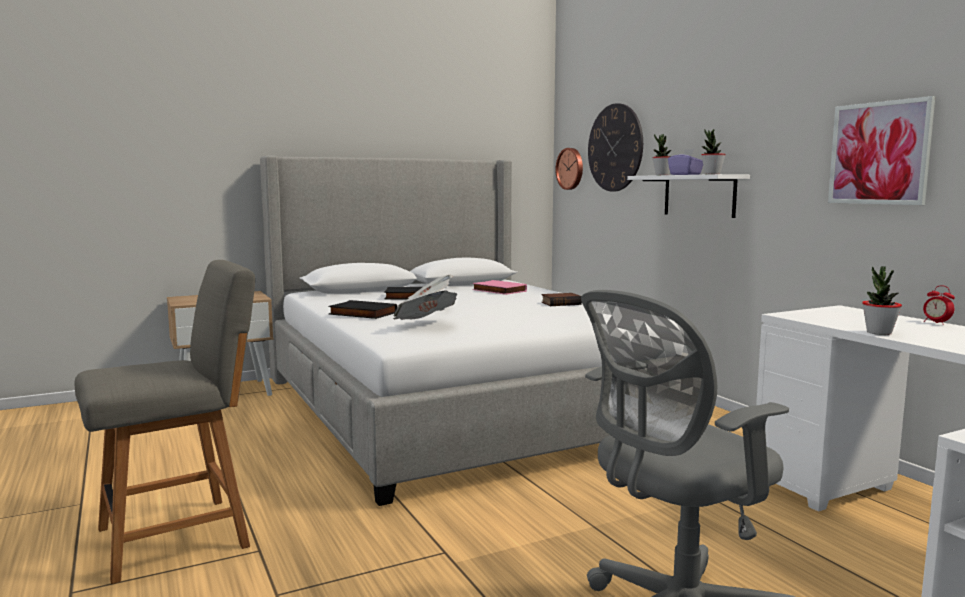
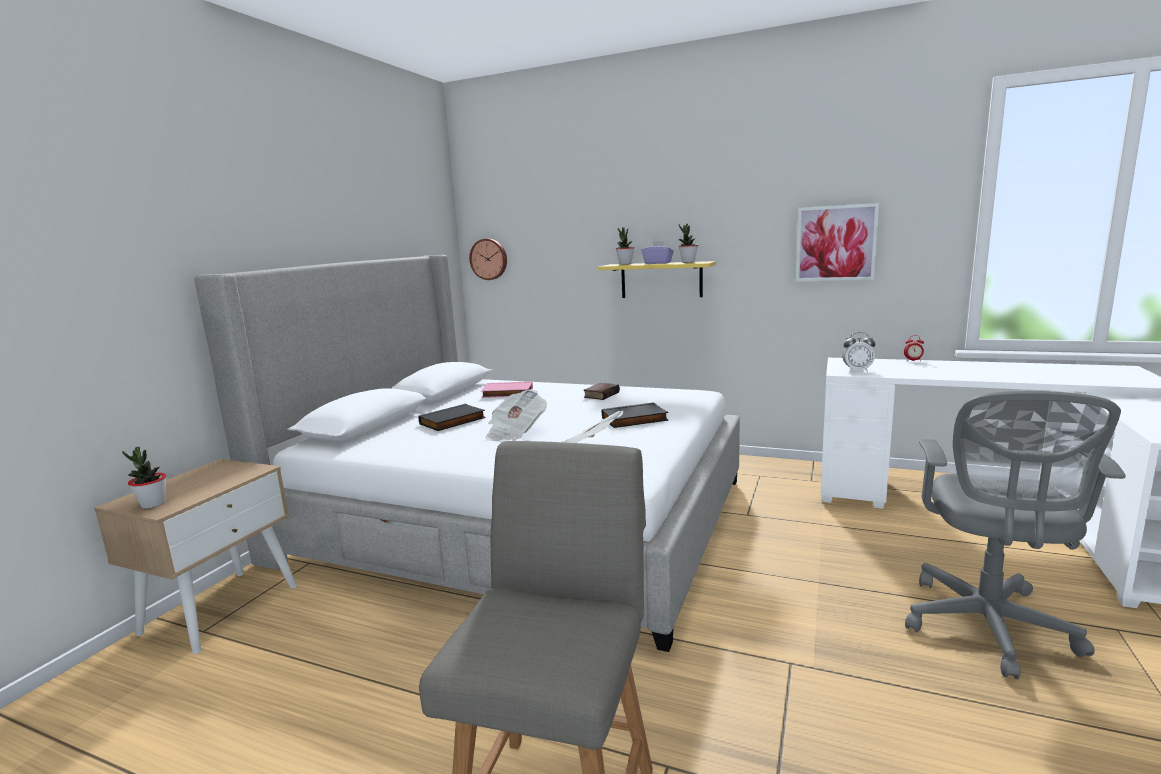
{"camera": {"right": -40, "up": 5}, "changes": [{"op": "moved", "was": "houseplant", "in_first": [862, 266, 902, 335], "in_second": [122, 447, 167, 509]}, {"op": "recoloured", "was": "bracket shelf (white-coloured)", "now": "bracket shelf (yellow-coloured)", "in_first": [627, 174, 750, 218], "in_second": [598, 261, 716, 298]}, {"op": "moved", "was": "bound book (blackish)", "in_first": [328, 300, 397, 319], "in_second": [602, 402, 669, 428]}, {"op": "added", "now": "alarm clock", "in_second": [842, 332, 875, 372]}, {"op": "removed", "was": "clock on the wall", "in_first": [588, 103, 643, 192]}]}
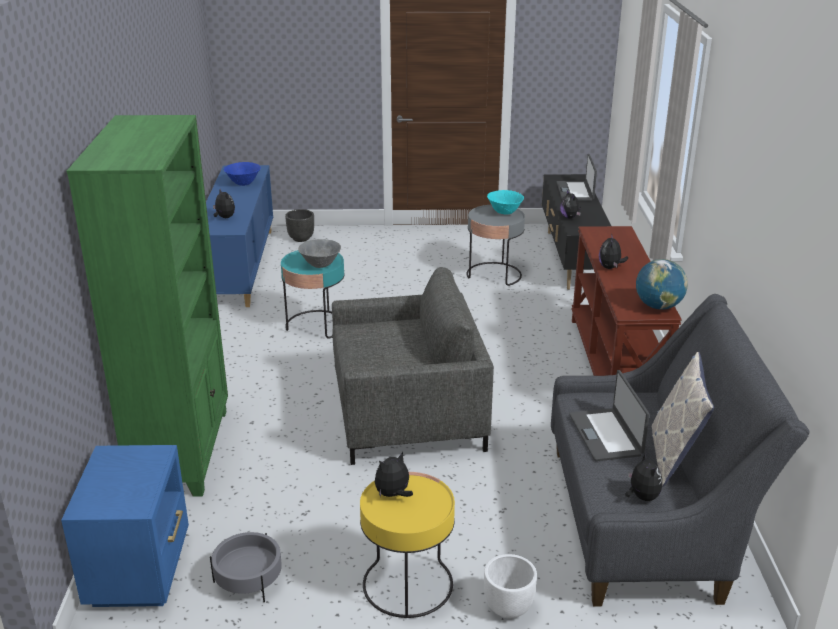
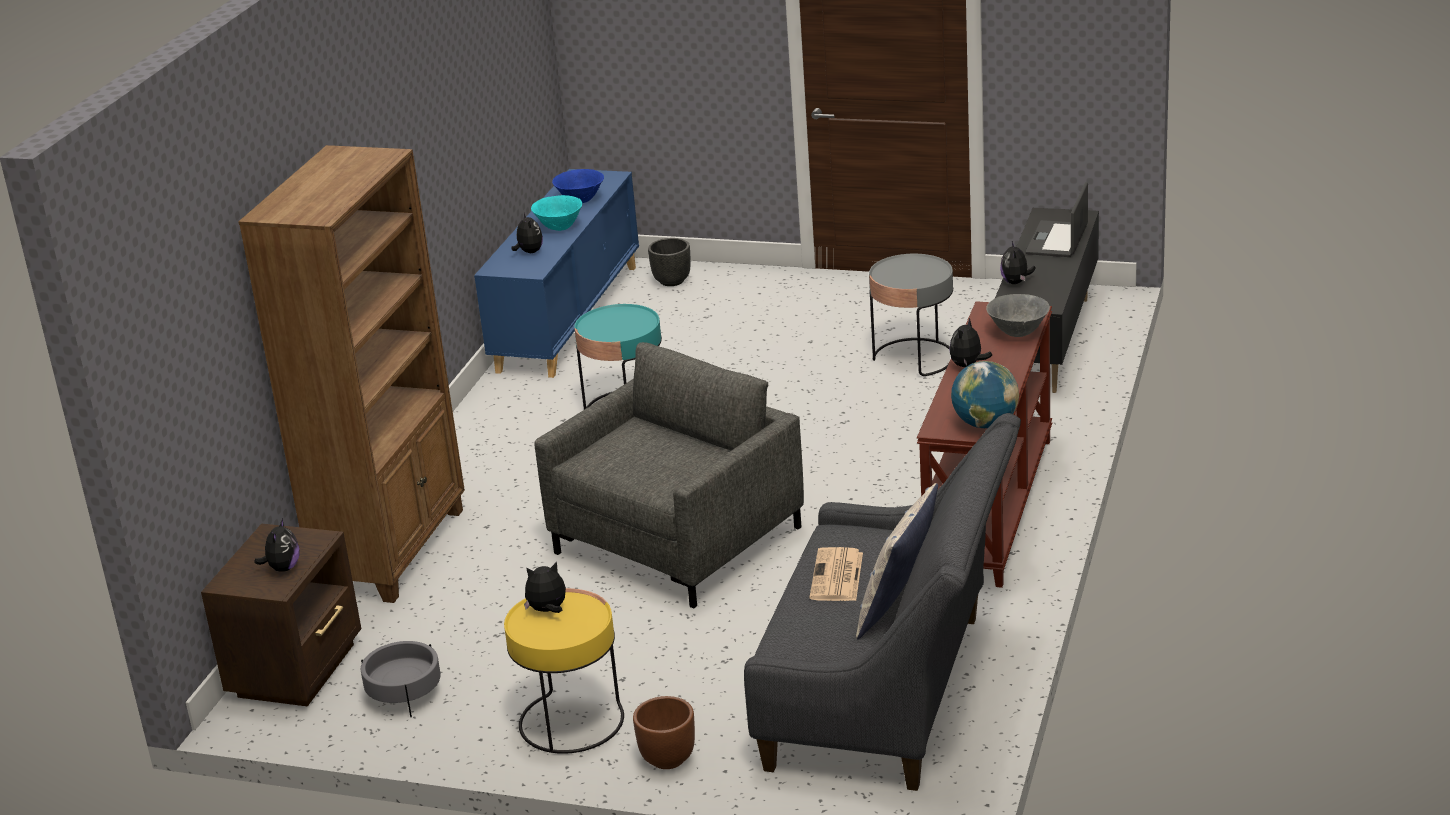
{"camera": {"right": 20, "up": 0}, "changes": [{"op": "recoloured", "was": "night table (bluish)", "now": "night table (brown-coloured)", "in_first": [61, 445, 189, 607], "in_second": [201, 524, 361, 706]}, {"op": "recoloured", "was": "bookshelf (green-coloured)", "now": "bookshelf (brown-coloured)", "in_first": [67, 115, 228, 497], "in_second": [238, 145, 465, 603]}, {"op": "moved", "was": "plush toy", "in_first": [625, 452, 662, 501], "in_second": [254, 518, 300, 572]}, {"op": "moved", "was": "serving bowl (blue-green)", "in_first": [487, 190, 524, 215], "in_second": [531, 195, 582, 231]}, {"op": "turned", "was": "lounge chair (greyish)", "in_first": [332, 267, 494, 465], "in_second": [534, 342, 804, 608], "clockwise": -60}, {"op": "recoloured", "was": "flower pot (white-coloured)", "now": "flower pot (brown-coloured)", "in_first": [484, 554, 537, 618], "in_second": [633, 696, 695, 769]}, {"op": "replaced", "was": "laptop", "now": "newspaper", "in_first": [569, 370, 650, 461], "in_second": [810, 547, 863, 601]}, {"op": "moved", "was": "serving bowl (greyish)", "in_first": [298, 239, 341, 268], "in_second": [986, 294, 1050, 337]}]}
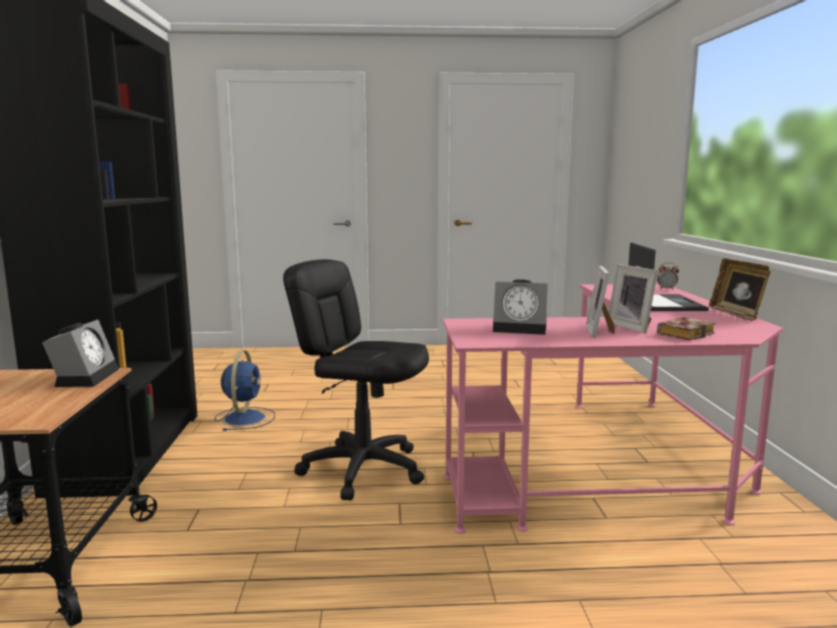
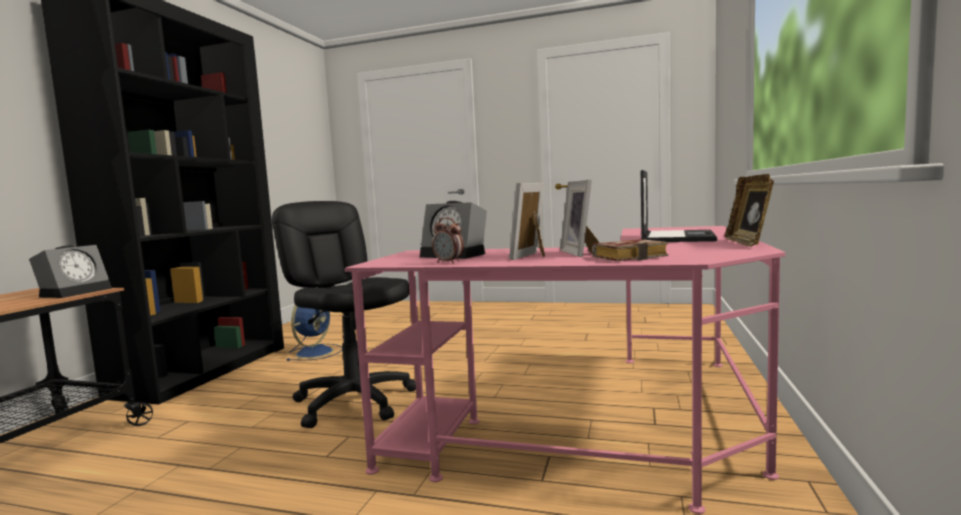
{"camera": {"right": 20, "up": -5}, "changes": [{"op": "moved", "was": "alarm clock", "in_first": [657, 262, 679, 290], "in_second": [432, 218, 464, 264]}]}
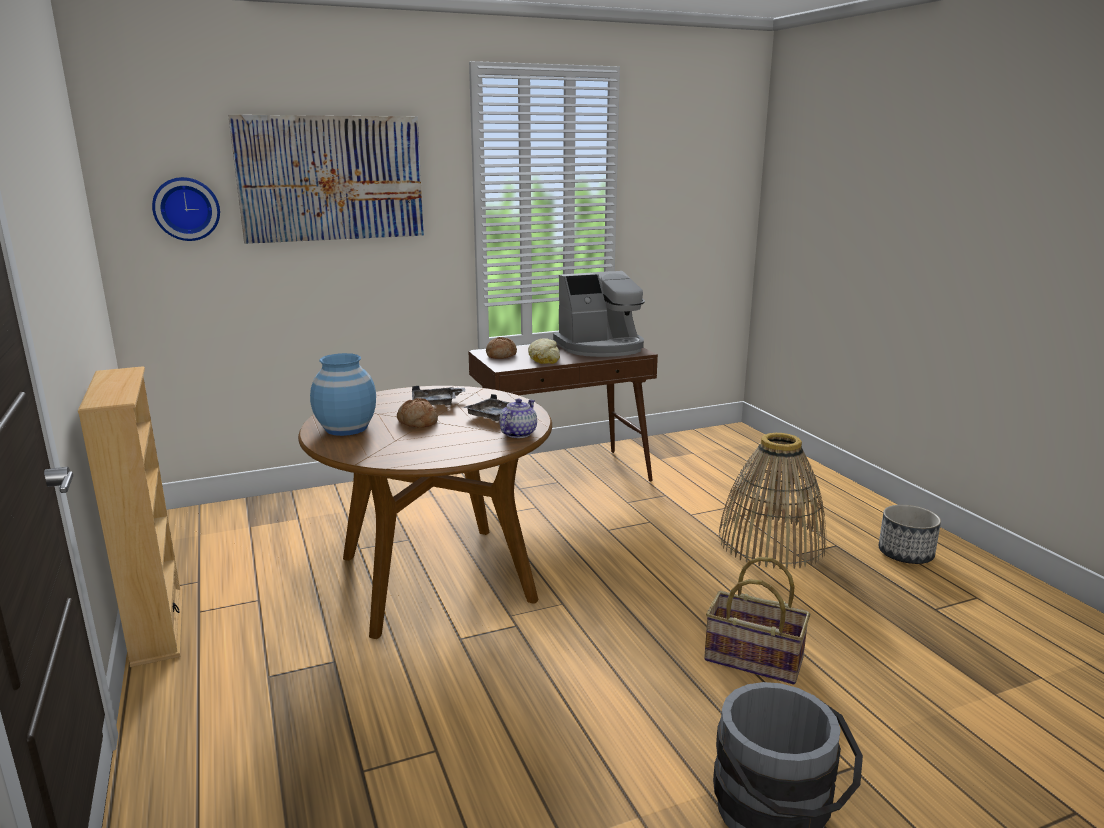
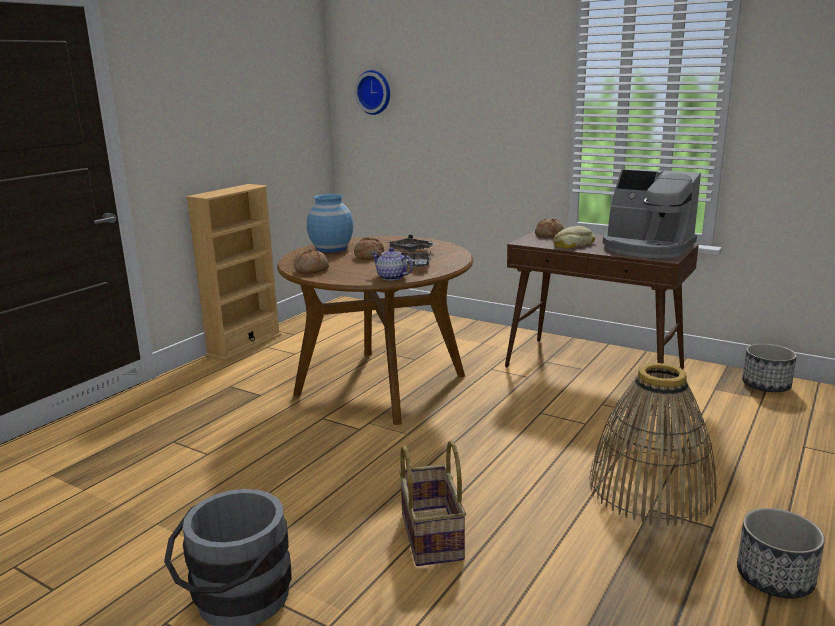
{"camera": {"right": 55, "up": 0}, "changes": [{"op": "added", "now": "bakery bread", "in_second": [294, 251, 329, 274]}, {"op": "turned", "was": "pot for tea", "in_first": [499, 398, 537, 438], "in_second": [372, 248, 413, 281], "clockwise": -135}, {"op": "added", "now": "flower pot", "in_second": [742, 344, 797, 392]}, {"op": "removed", "was": "wall art", "in_first": [228, 115, 424, 244]}]}
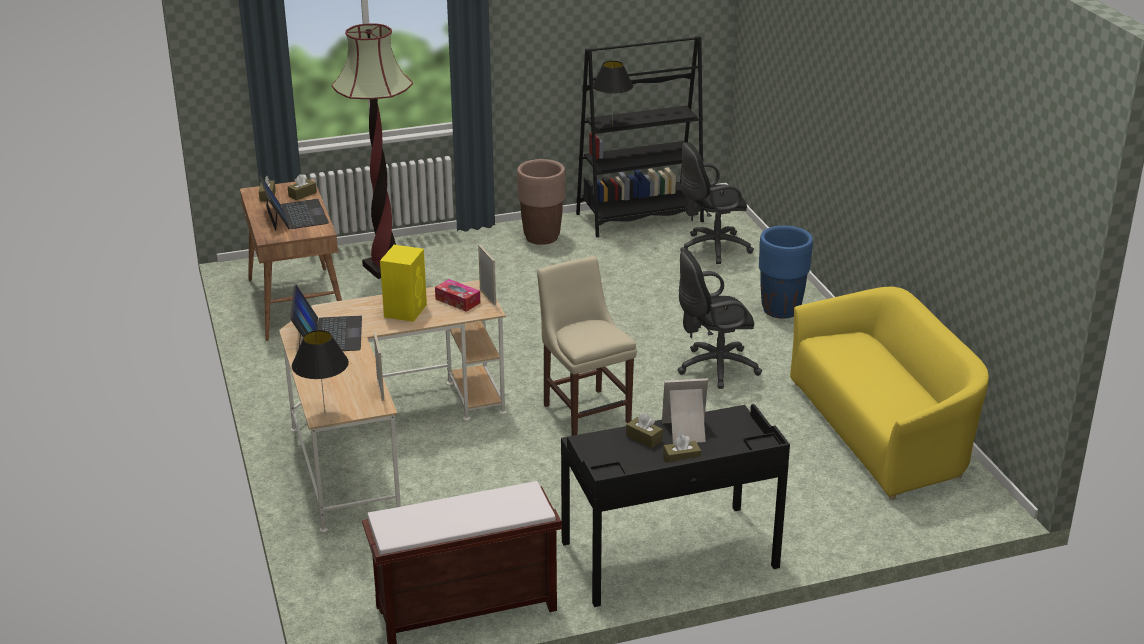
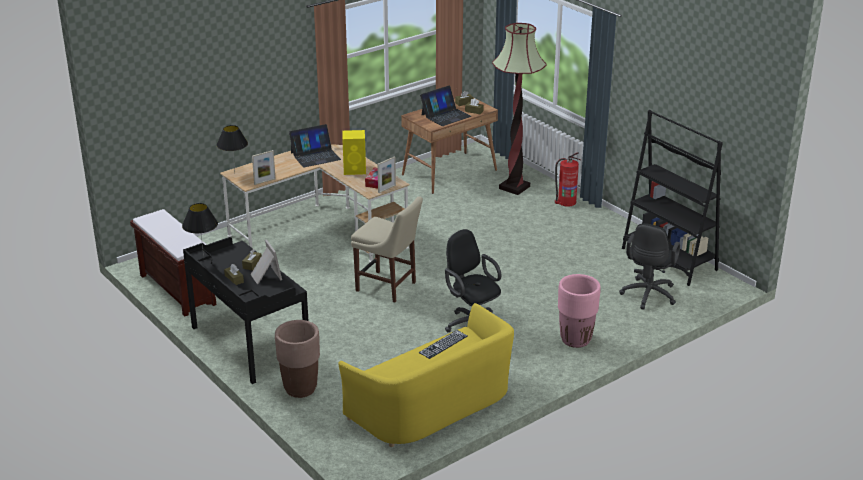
{"camera": {"right": 70, "up": 0}, "changes": [{"op": "moved", "was": "lamp for a table (blackish)", "in_first": [592, 61, 633, 126], "in_second": [182, 203, 218, 257]}, {"op": "moved", "was": "flower pot (brown-coloured)", "in_first": [517, 159, 565, 245], "in_second": [275, 320, 320, 398]}, {"op": "turned", "was": "upright chair (beige)", "in_first": [537, 256, 637, 436], "in_second": [351, 196, 423, 303], "clockwise": 75}, {"op": "added", "now": "keyboard", "in_second": [419, 330, 468, 359]}, {"op": "added", "now": "fire extinguisher", "in_second": [555, 152, 580, 206]}, {"op": "recoloured", "was": "flower pot (bluish)", "now": "flower pot (pink)", "in_first": [759, 225, 813, 319], "in_second": [558, 274, 601, 348]}, {"op": "turned", "was": "office chair (blackish)", "in_first": [680, 142, 754, 264], "in_second": [619, 223, 680, 310], "clockwise": -120}]}
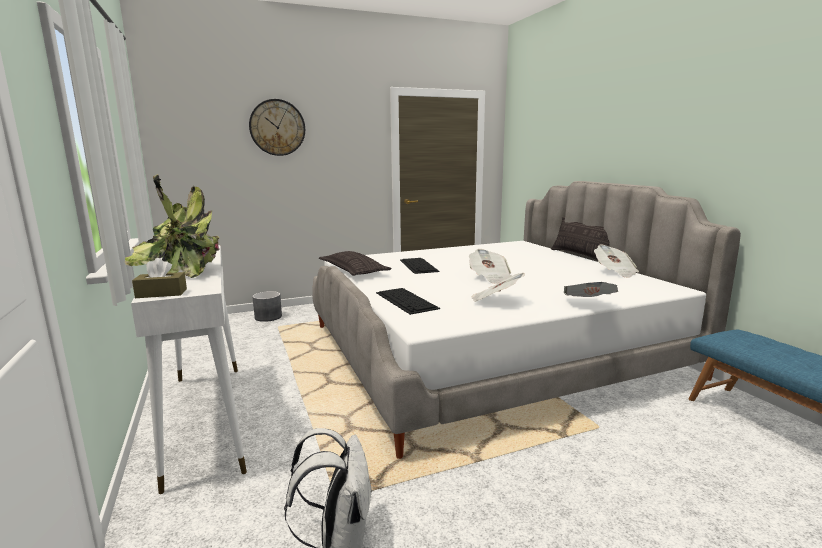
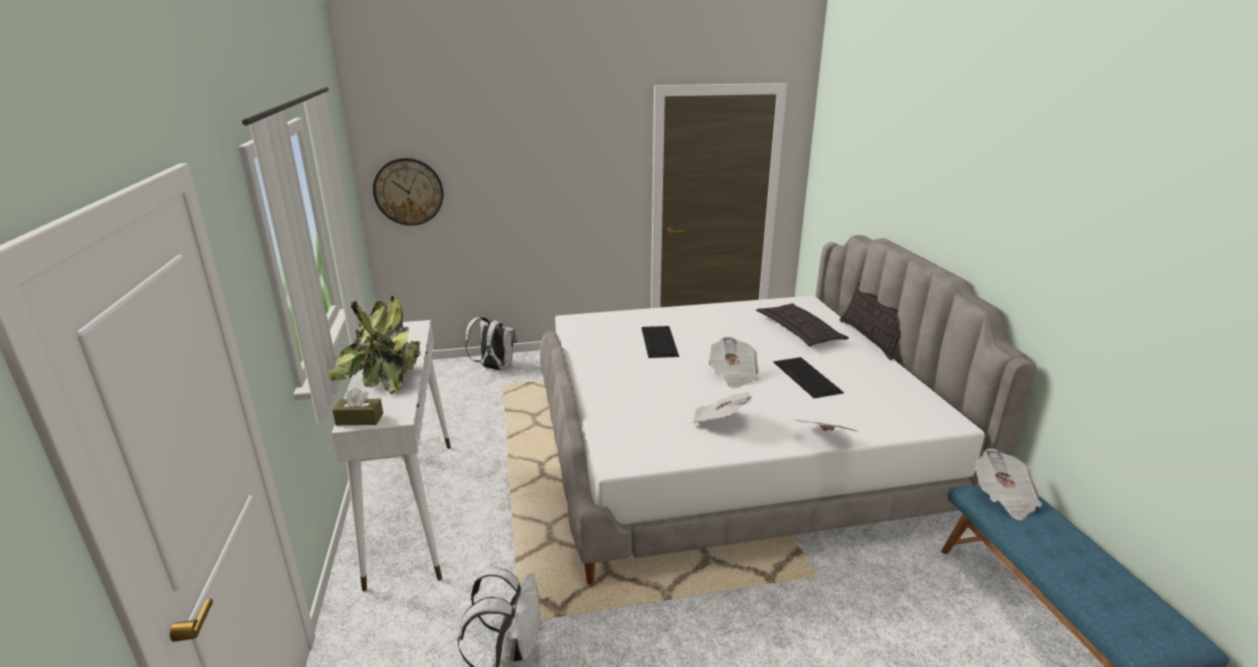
{"camera": {"right": 10, "up": 10}, "changes": [{"op": "moved", "was": "clock on the wall", "in_first": [249, 99, 305, 156], "in_second": [373, 158, 443, 226]}, {"op": "replaced", "was": "flower pot (greyish)", "now": "rucksack (white-coloured)", "in_first": [252, 291, 282, 322], "in_second": [465, 317, 517, 371]}, {"op": "moved", "was": "pillow", "in_first": [319, 251, 392, 276], "in_second": [756, 303, 849, 347]}, {"op": "moved", "was": "keyboard", "in_first": [376, 288, 440, 315], "in_second": [773, 357, 844, 398]}, {"op": "moved", "was": "newspaper", "in_first": [594, 245, 639, 278], "in_second": [975, 448, 1042, 521]}]}
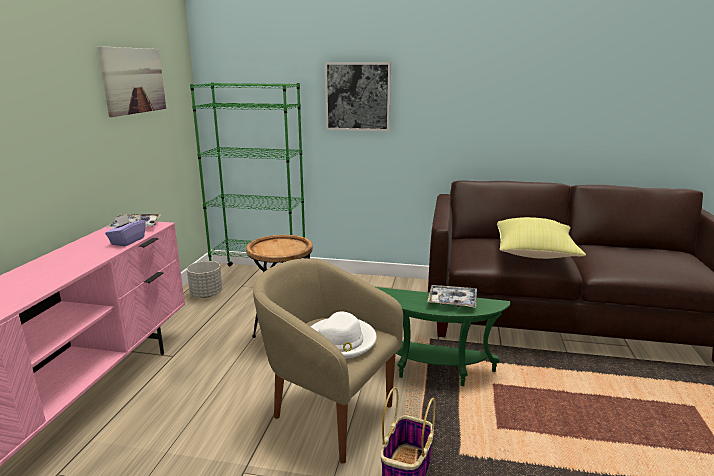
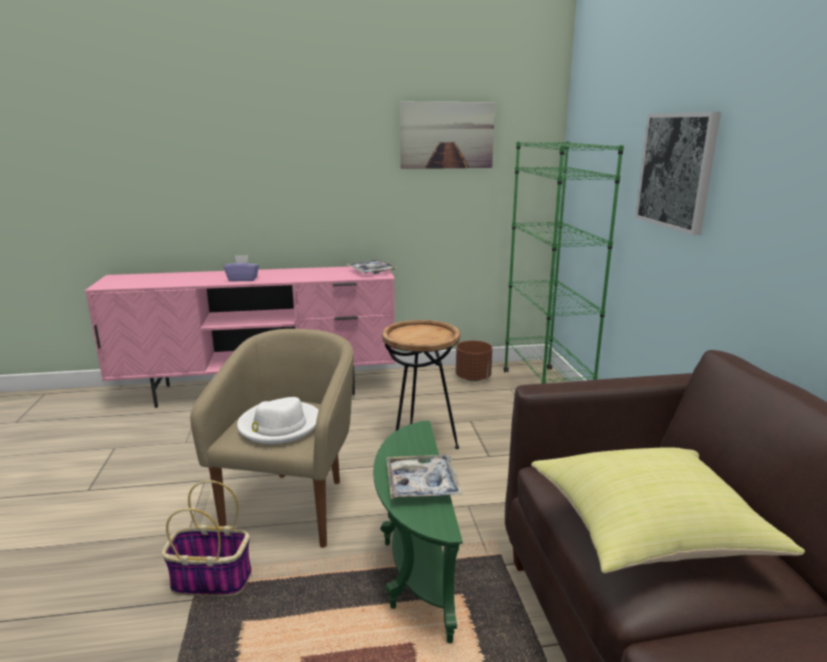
{"camera": {"right": 70, "up": 0}, "changes": [{"op": "moved", "was": "tissue holder (purple-coloured)", "in_first": [105, 214, 146, 246], "in_second": [224, 255, 259, 282]}, {"op": "recoloured", "was": "flower pot (greyish)", "now": "flower pot (brown-coloured)", "in_first": [187, 261, 222, 298], "in_second": [456, 340, 493, 381]}]}
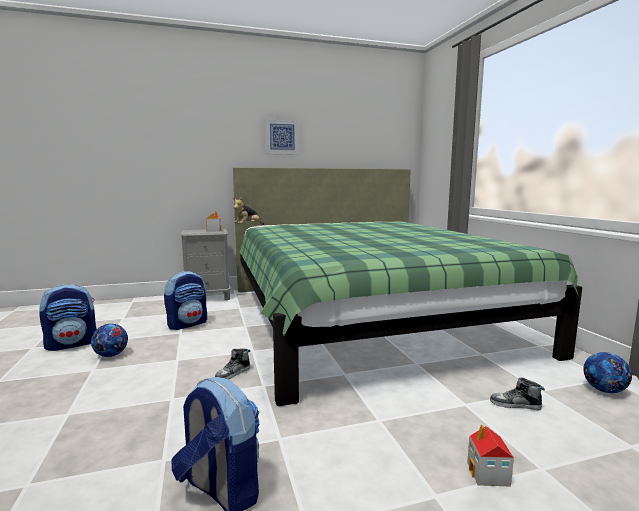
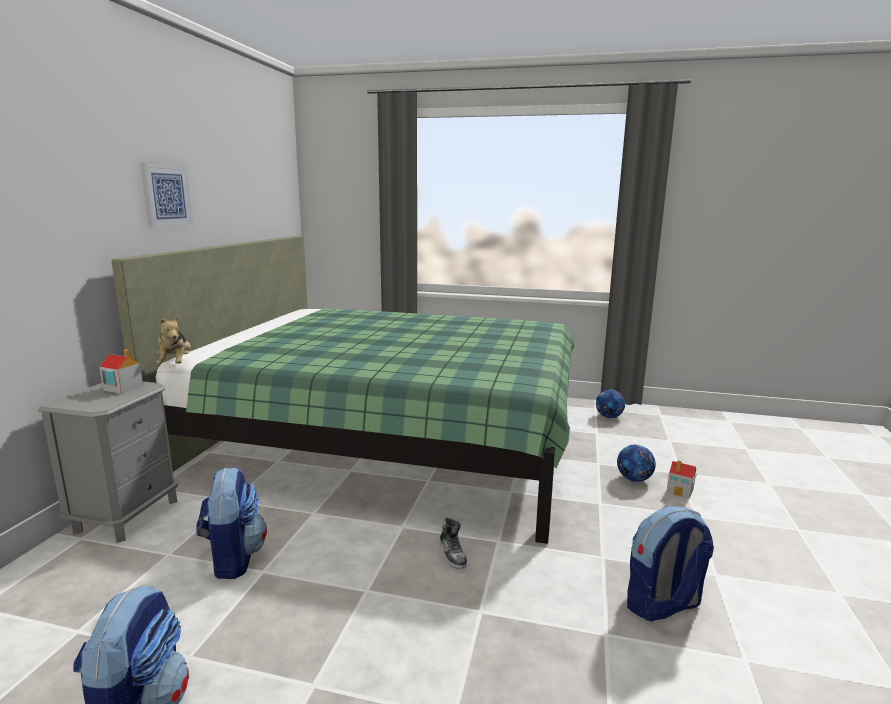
{"camera": {"right": -60, "up": 5}, "changes": [{"op": "moved", "was": "ball for football", "in_first": [91, 324, 128, 357], "in_second": [617, 445, 656, 482]}, {"op": "removed", "was": "item of footwear", "in_first": [490, 377, 545, 410]}]}
